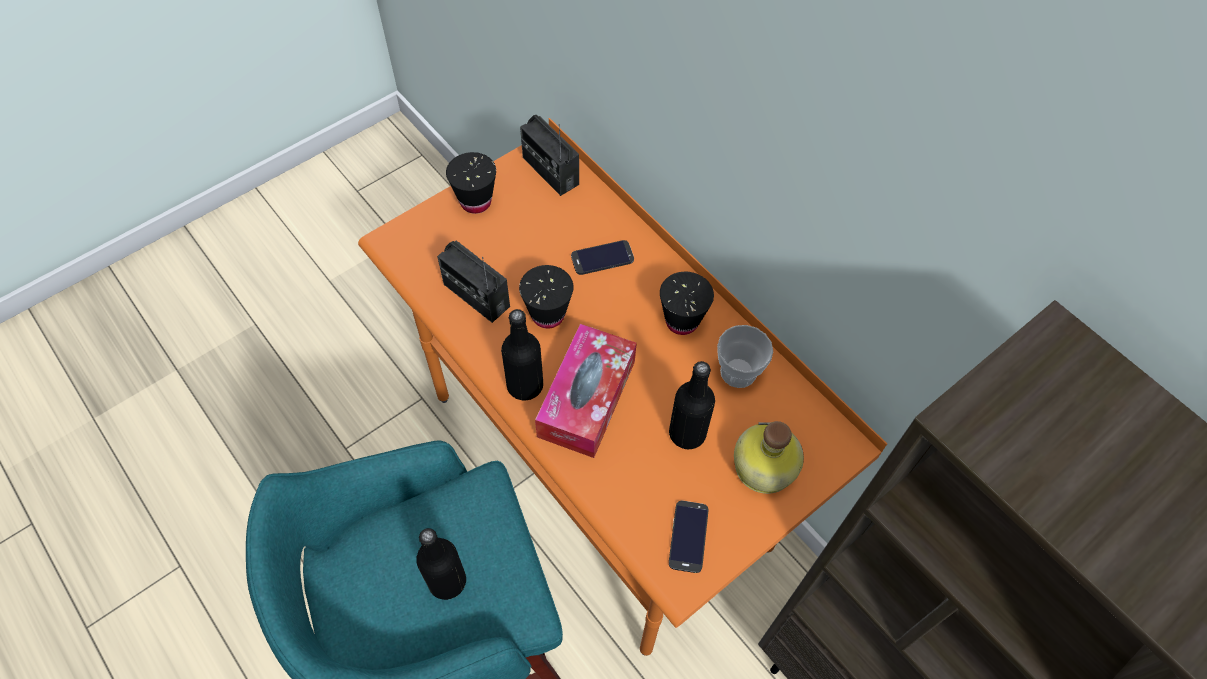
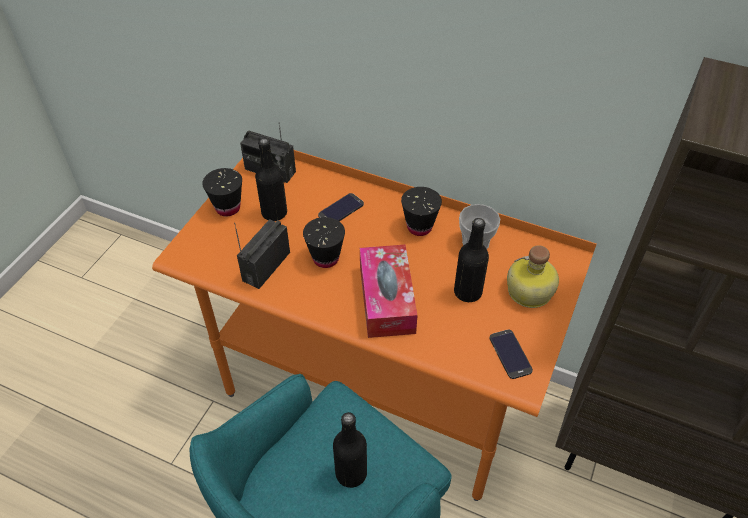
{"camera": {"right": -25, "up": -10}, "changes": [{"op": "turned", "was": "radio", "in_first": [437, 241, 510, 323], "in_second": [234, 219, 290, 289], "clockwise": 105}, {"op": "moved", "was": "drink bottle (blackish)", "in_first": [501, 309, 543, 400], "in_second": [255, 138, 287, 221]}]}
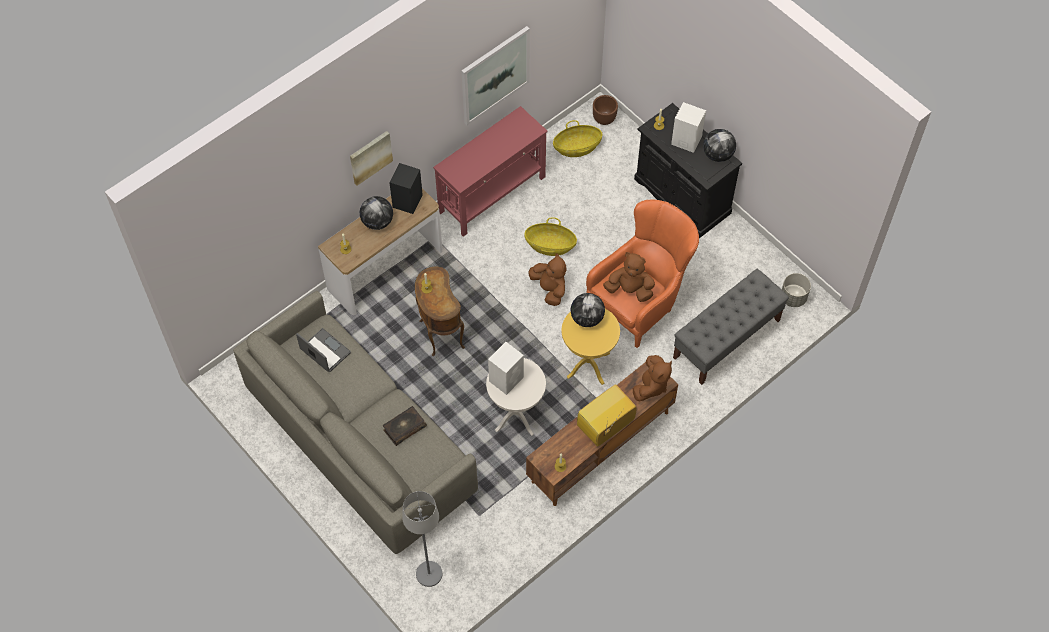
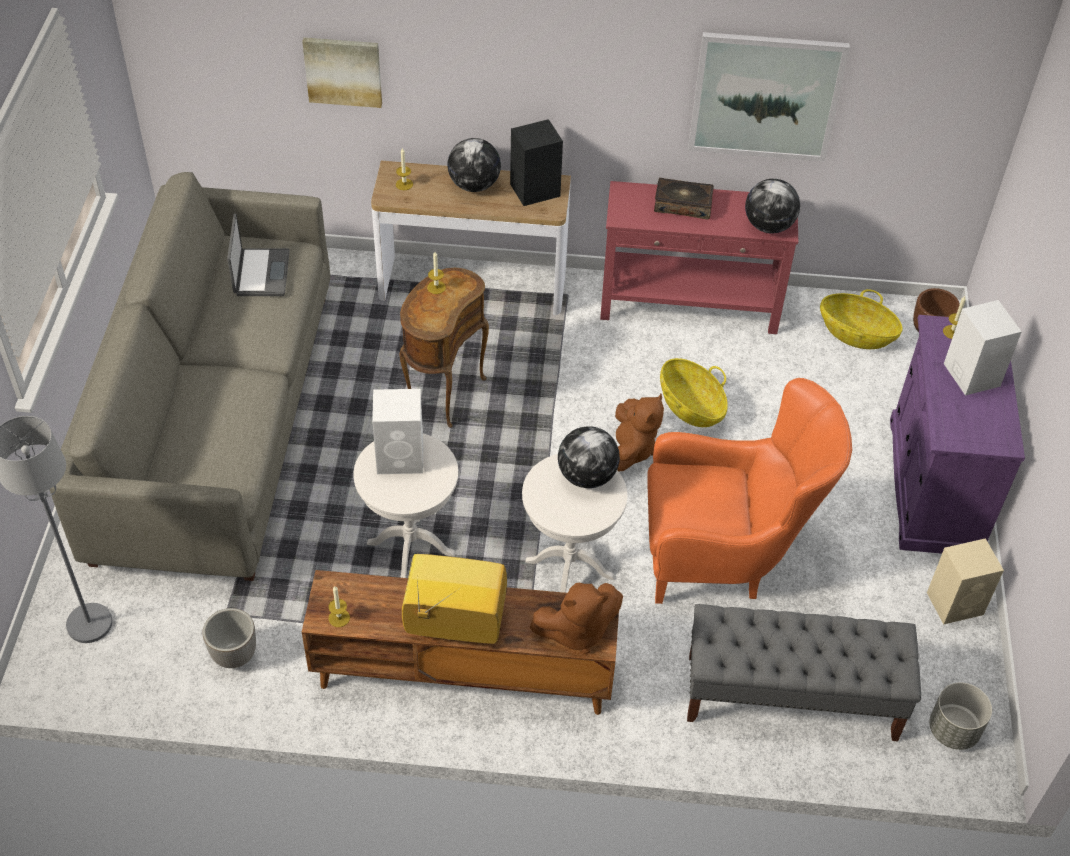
{"camera": {"right": 45, "up": -10}, "changes": [{"op": "added", "now": "flower pot", "in_second": [203, 608, 256, 668]}, {"op": "moved", "was": "wall art", "in_first": [350, 131, 393, 186], "in_second": [302, 37, 382, 108]}, {"op": "recoloured", "was": "end table (yellow-coloured)", "now": "end table (white-coloured)", "in_first": [561, 309, 620, 385], "in_second": [522, 454, 627, 593]}, {"op": "moved", "was": "bound book", "in_first": [383, 406, 427, 446], "in_second": [654, 178, 714, 220]}, {"op": "moved", "was": "world globe", "in_first": [703, 129, 736, 162], "in_second": [745, 179, 800, 233]}, {"op": "recoloured", "was": "cupboard (blackish)", "now": "cupboard (purple-coloured)", "in_first": [634, 103, 742, 238], "in_second": [890, 315, 1025, 554]}, {"op": "added", "now": "speaker (beige)", "in_second": [927, 538, 1004, 625]}, {"op": "removed", "was": "plush toy (brown-coloured)", "in_first": [603, 252, 655, 302]}]}
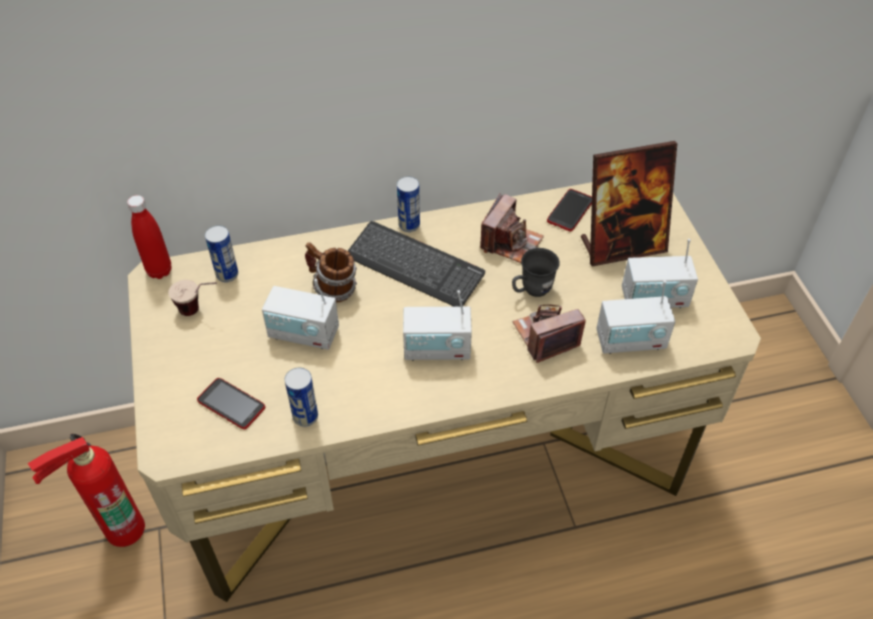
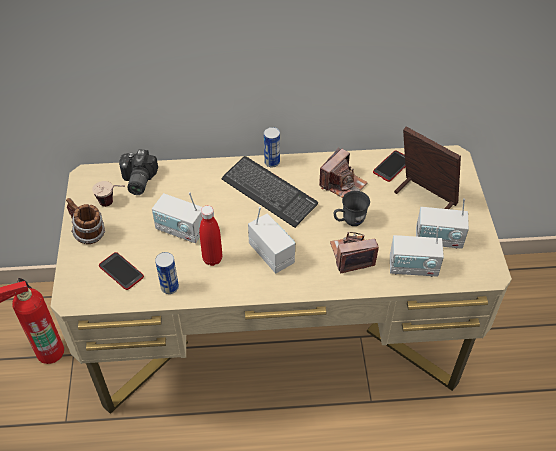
{"camera": {"right": 10, "up": 0}, "changes": [{"op": "moved", "was": "mug", "in_first": [305, 242, 357, 302], "in_second": [66, 198, 105, 244]}, {"op": "replaced", "was": "can", "now": "still camera", "in_first": [205, 225, 238, 282], "in_second": [119, 149, 158, 195]}, {"op": "moved", "was": "drink bottle (red-coloured)", "in_first": [127, 195, 171, 279], "in_second": [199, 205, 222, 266]}, {"op": "turned", "was": "radio", "in_first": [403, 290, 472, 361], "in_second": [248, 207, 295, 273], "clockwise": -135}, {"op": "turned", "was": "standing frame", "in_first": [581, 141, 677, 267], "in_second": [394, 126, 461, 209], "clockwise": -135}]}
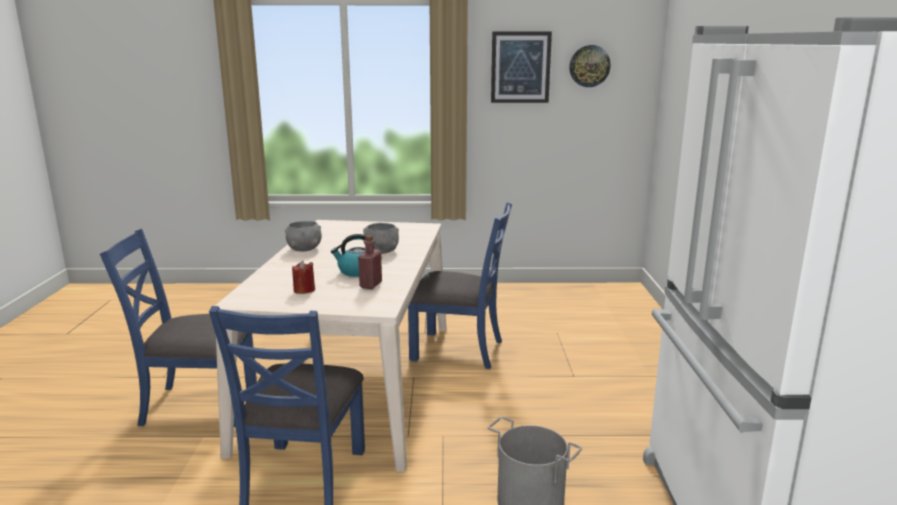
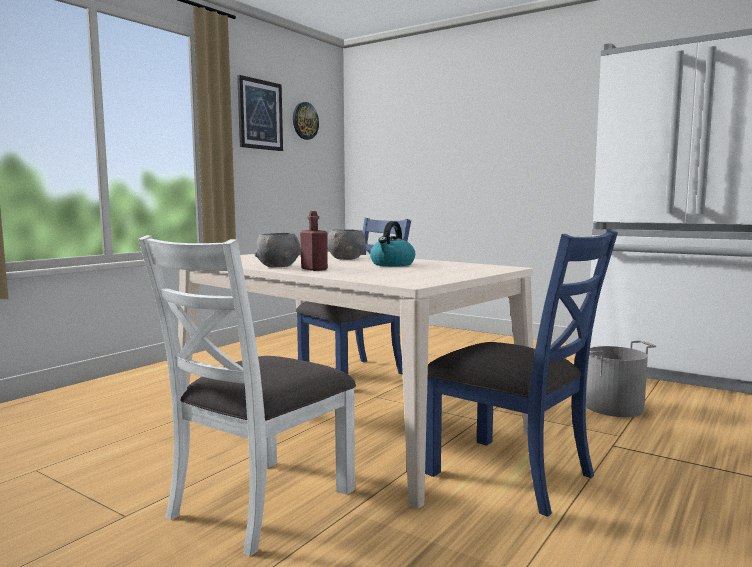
{"camera": {"right": -55, "up": -10}, "changes": [{"op": "recoloured", "was": "upright chair (bluish)", "now": "upright chair (white-coloured)", "in_first": [100, 229, 257, 427], "in_second": [138, 235, 356, 556]}, {"op": "moved", "was": "drink bottle (red-coloured)", "in_first": [358, 235, 382, 289], "in_second": [300, 211, 328, 271]}, {"op": "removed", "was": "candle (red-coloured)", "in_first": [292, 261, 315, 294]}]}
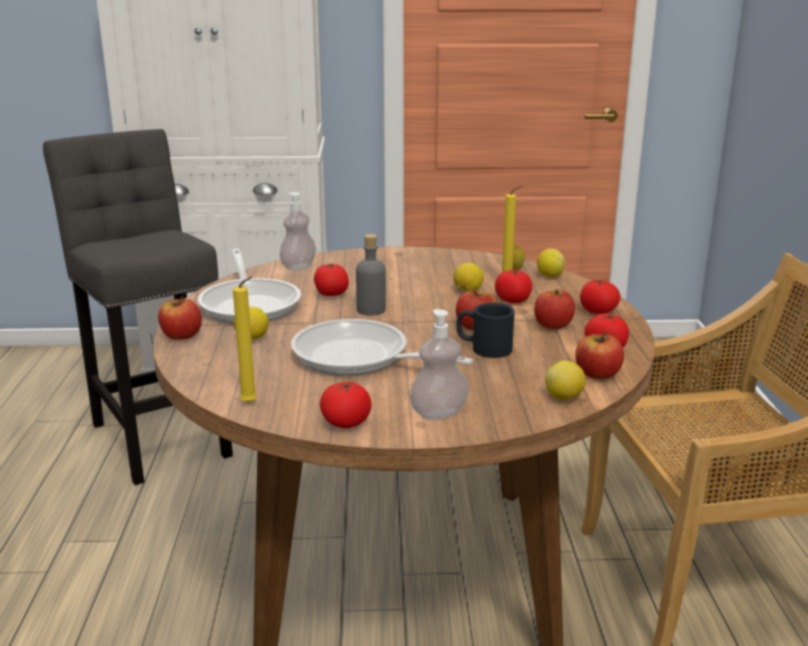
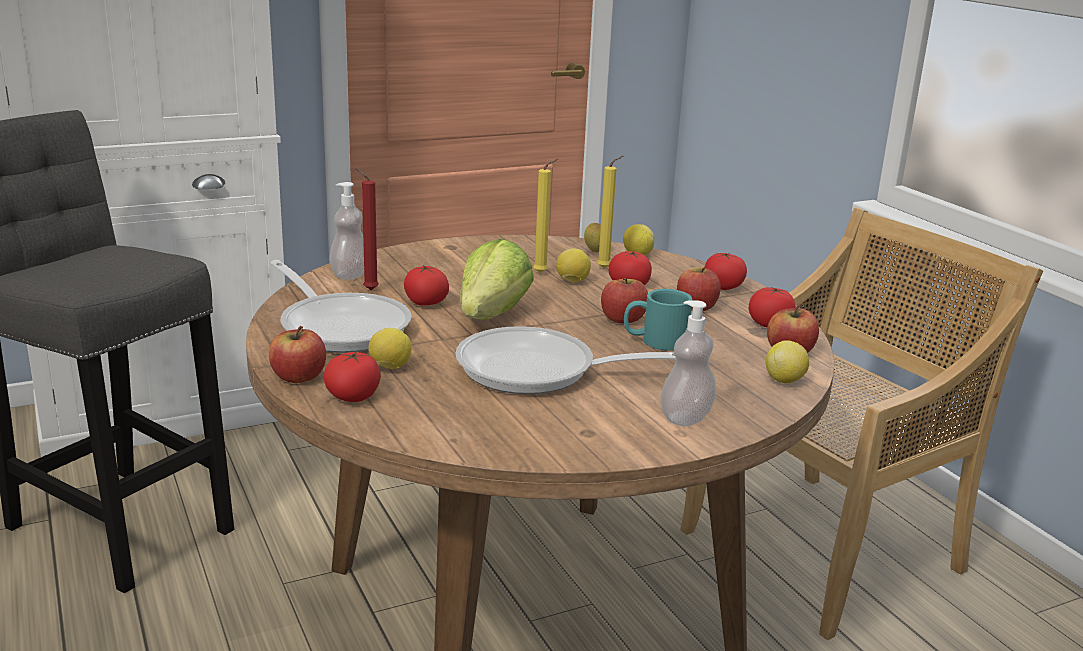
{"camera": {"right": -25, "up": 0}, "changes": [{"op": "moved", "was": "fresh tomato", "in_first": [320, 382, 372, 428], "in_second": [324, 351, 381, 402]}, {"op": "added", "now": "candle (red-coloured)", "in_second": [355, 168, 379, 290]}, {"op": "replaced", "was": "drink bottle (greyish)", "now": "lettuce head", "in_first": [356, 234, 386, 316], "in_second": [460, 239, 534, 320]}, {"op": "moved", "was": "candle (yellow-coloured)", "in_first": [233, 277, 257, 403], "in_second": [533, 159, 558, 273]}, {"op": "recoloured", "was": "mug (blackish)", "now": "mug (blue-green)", "in_first": [456, 303, 515, 358], "in_second": [624, 289, 693, 351]}]}
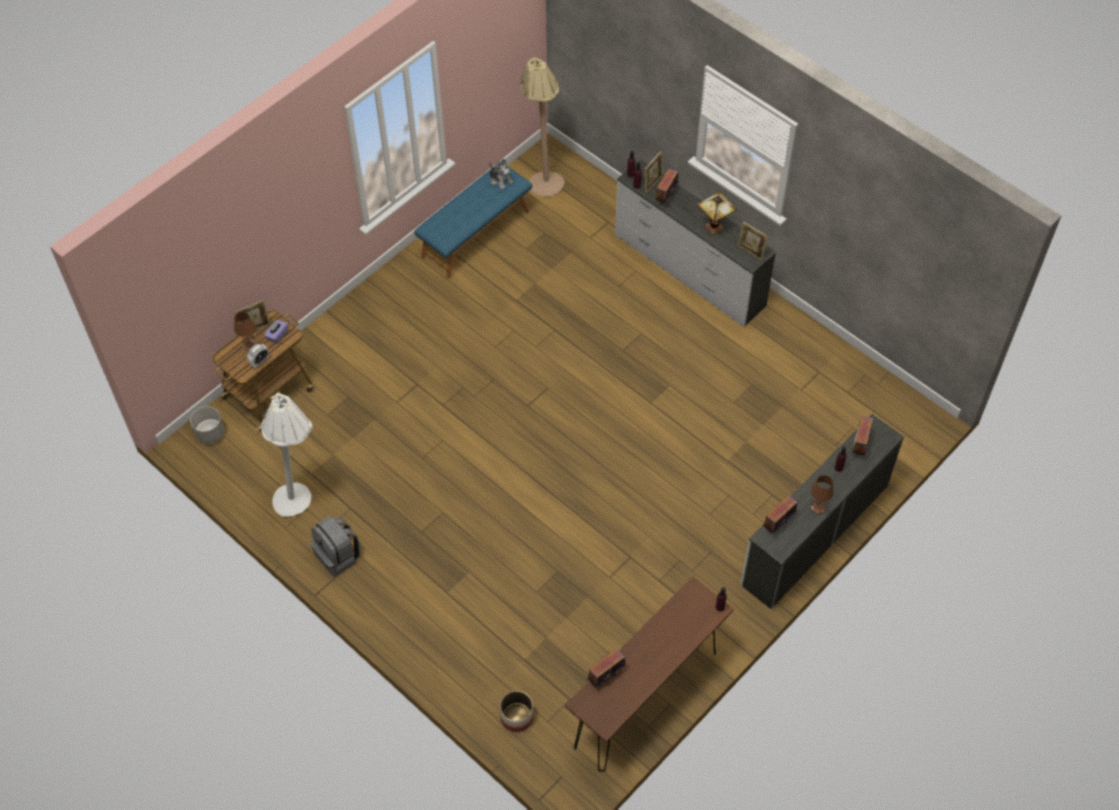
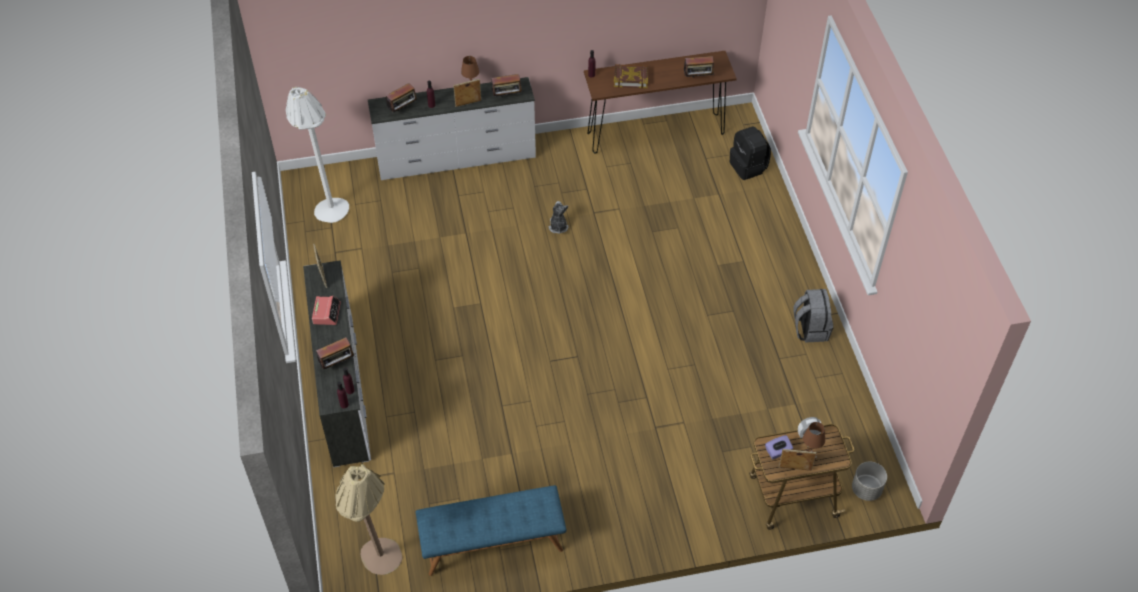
{"camera": {"right": -145, "up": -5}, "changes": [{"op": "moved", "was": "floor lamp (white-coloured)", "in_first": [261, 391, 312, 517], "in_second": [285, 87, 349, 223]}, {"op": "replaced", "was": "lamp for a table", "now": "alarm clock", "in_first": [697, 192, 737, 234], "in_second": [312, 295, 341, 325]}, {"op": "moved", "was": "standing frame", "in_first": [645, 151, 662, 193], "in_second": [453, 79, 481, 107]}, {"op": "moved", "was": "plush toy", "in_first": [489, 159, 514, 190], "in_second": [549, 201, 569, 234]}, {"op": "added", "now": "bound book", "in_second": [614, 64, 648, 89]}, {"op": "replaced", "was": "flower pot", "now": "rucksack (blackish)", "in_first": [500, 691, 534, 732], "in_second": [730, 126, 771, 180]}]}
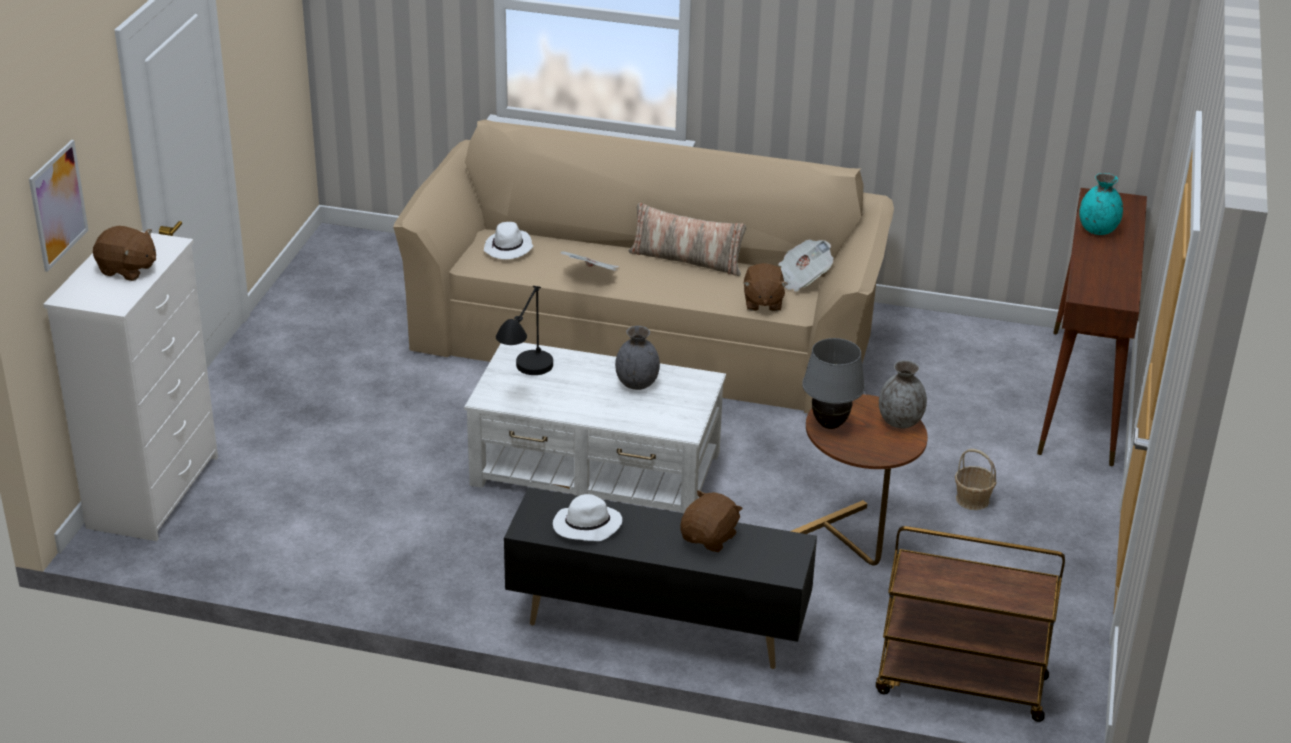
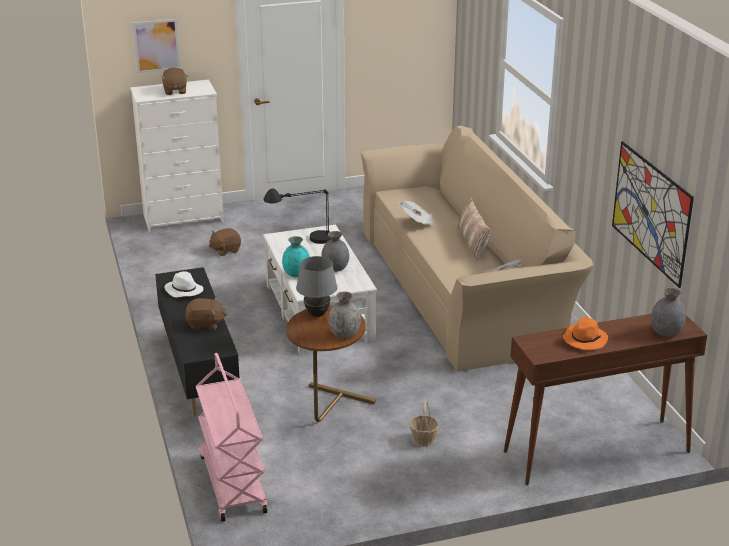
{"camera": {"right": 60, "up": -5}, "changes": [{"op": "recoloured", "was": "cart (brown-coloured)", "now": "cart (pink)", "in_first": [876, 526, 1065, 722], "in_second": [196, 353, 267, 522]}, {"op": "moved", "was": "plush toy (brown-coloured)", "in_first": [743, 263, 788, 311], "in_second": [209, 228, 241, 256]}, {"op": "moved", "was": "decorative vase (blue-green)", "in_first": [1079, 173, 1123, 235], "in_second": [282, 236, 310, 277]}, {"op": "added", "now": "clothing hat (orangey)", "in_second": [563, 317, 608, 350]}, {"op": "added", "now": "wall art", "in_second": [612, 141, 694, 288]}, {"op": "added", "now": "decorative vase (greyish)", "in_second": [651, 287, 686, 337]}, {"op": "removed", "was": "clothing hat (white-coloured)", "in_first": [484, 222, 533, 260]}]}
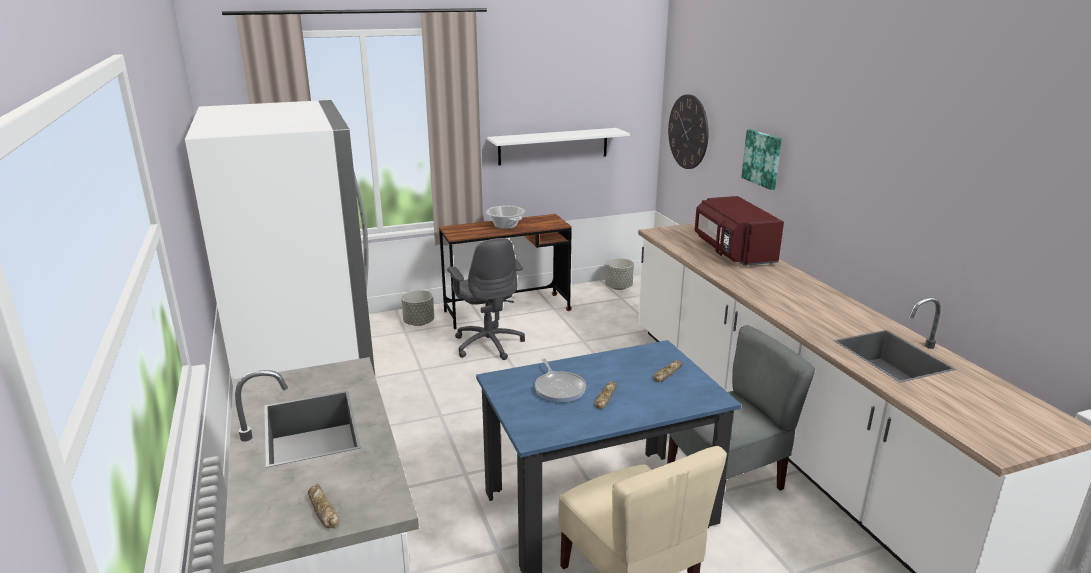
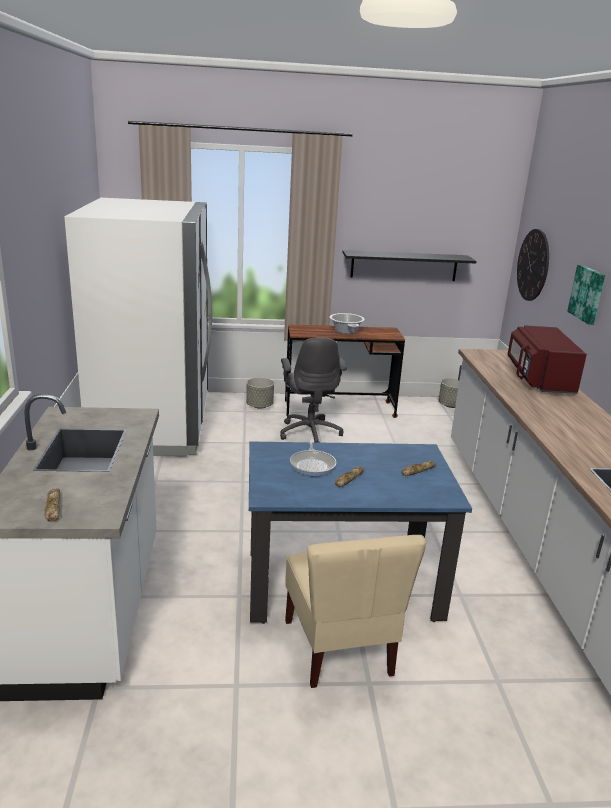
{"camera": {"right": 15, "up": 0}, "changes": [{"op": "recoloured", "was": "bracket shelf (white-coloured)", "now": "bracket shelf (blackish)", "in_first": [487, 128, 630, 165], "in_second": [342, 250, 477, 281]}, {"op": "removed", "was": "upright chair (greyish)", "in_first": [667, 326, 816, 497]}]}
